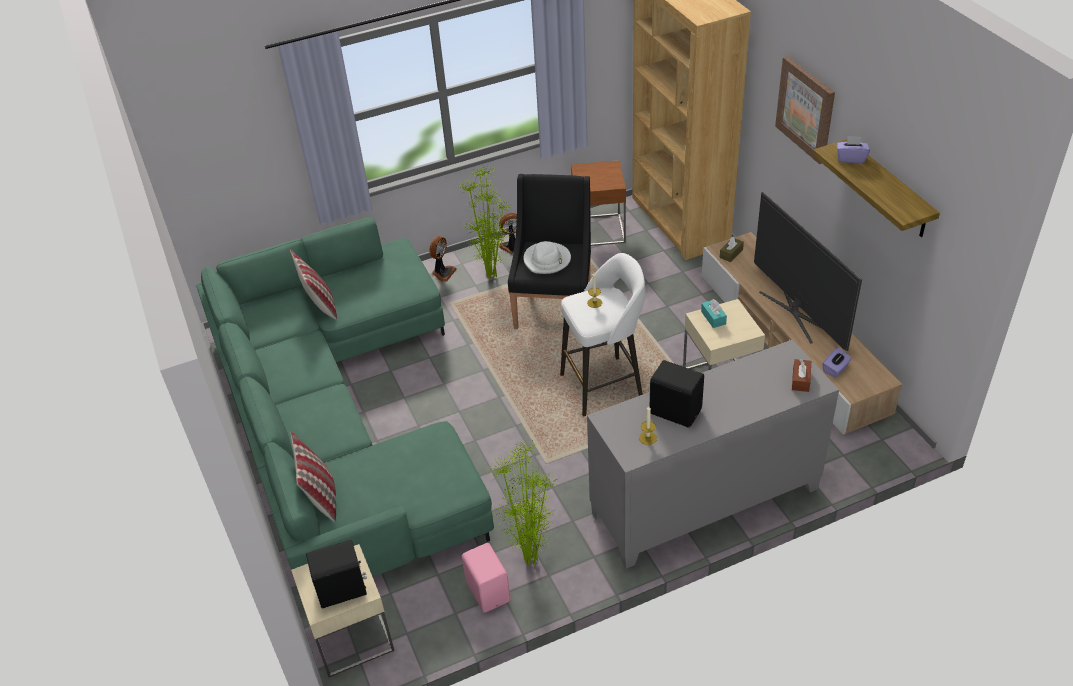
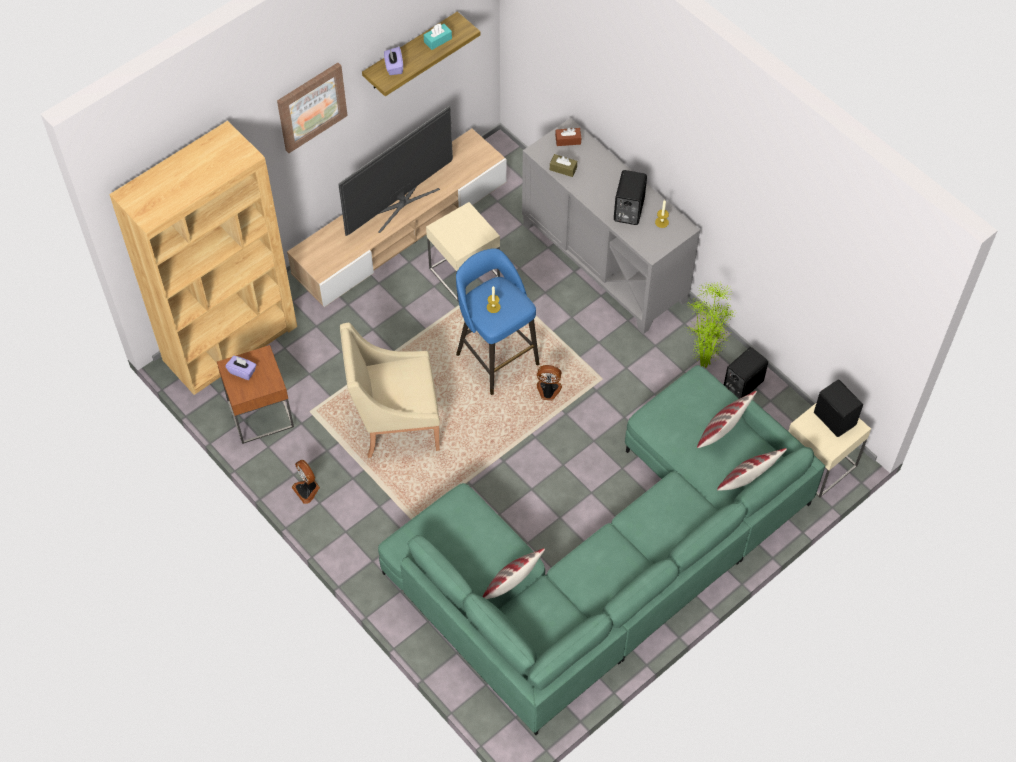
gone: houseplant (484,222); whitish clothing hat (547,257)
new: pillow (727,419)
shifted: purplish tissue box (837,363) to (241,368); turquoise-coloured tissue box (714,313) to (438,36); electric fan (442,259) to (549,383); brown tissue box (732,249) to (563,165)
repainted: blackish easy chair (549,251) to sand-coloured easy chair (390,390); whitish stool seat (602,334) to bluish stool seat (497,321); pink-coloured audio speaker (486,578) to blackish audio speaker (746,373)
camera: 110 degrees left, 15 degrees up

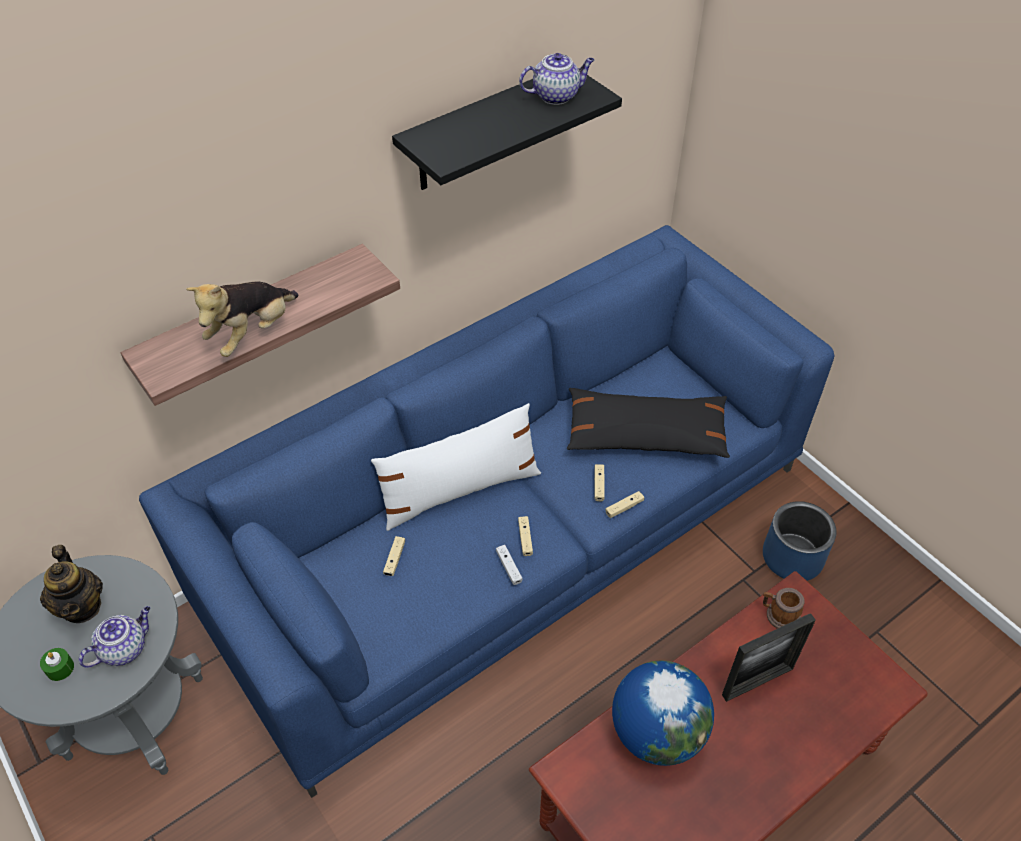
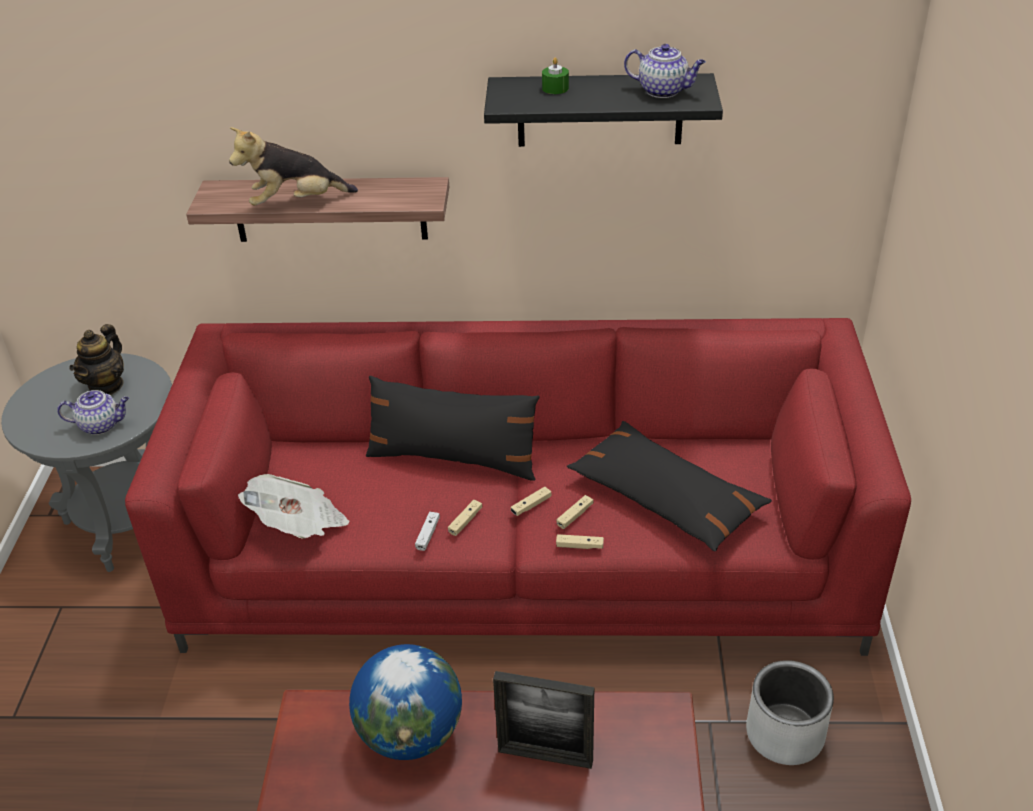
gone: coffee mug (784,608)
new: daily paper (293,506)
shifted: sand-coloured joypad (394,556) to (531,501); greenish candle (57,664) to (555,76)
repainted: bluish sofa (487,511) to red sofa (518,487); whitish pillow (456,467) to blackish pillow (453,428); bluish plant pot (800,541) to gray plant pot (790,712)
camera: 40 degrees right, 10 degrees down

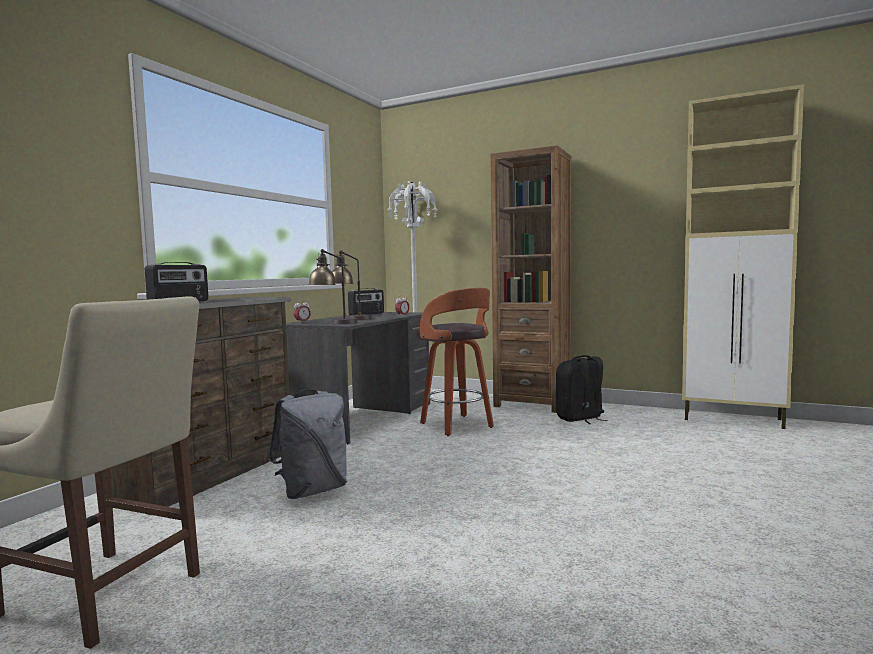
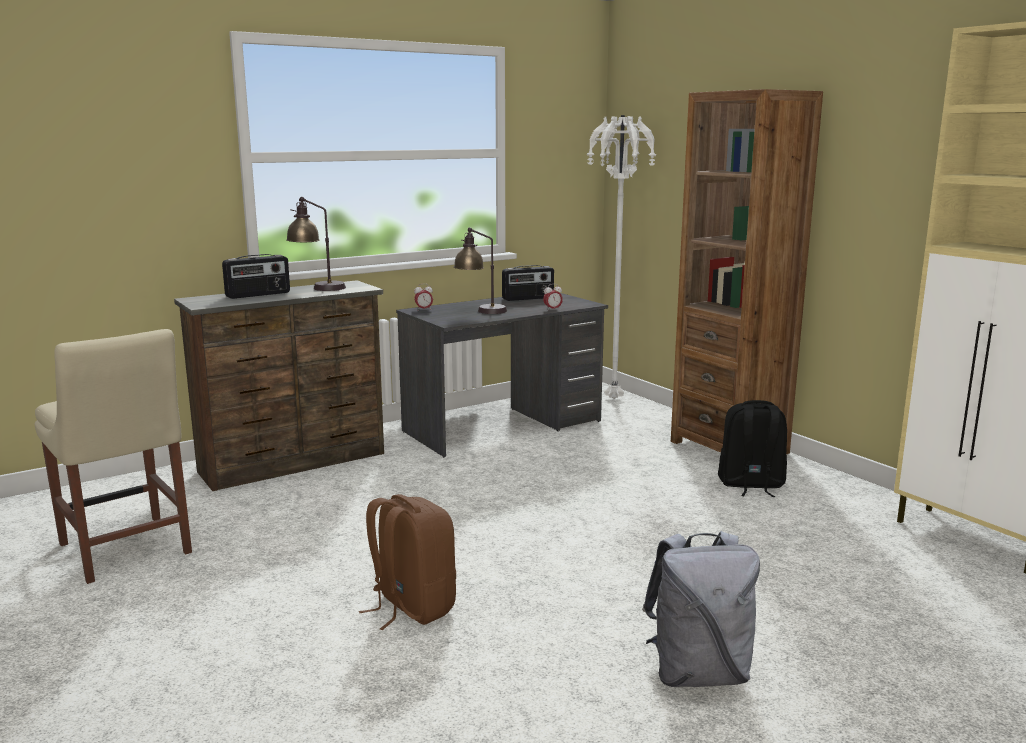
gone: stool seat (455,362)
new: brown knapsack (407,562)
shifted: table lamp (333,286) to (316,244); gray knapsack (307,444) to (701,609)
camera: 30 degrees right, 10 degrees up

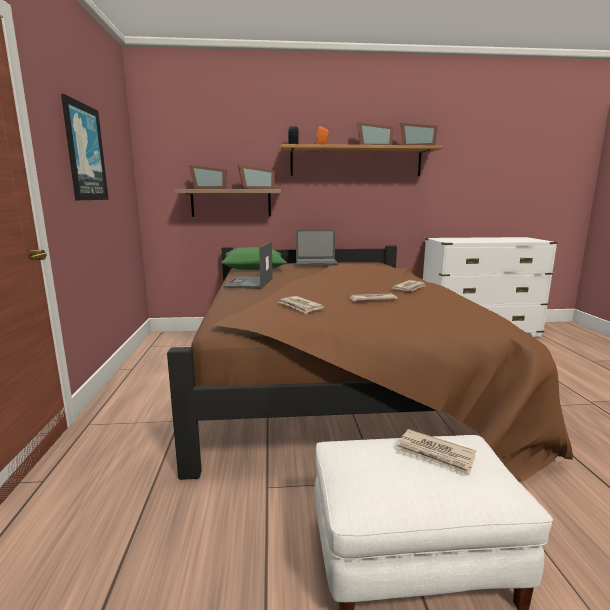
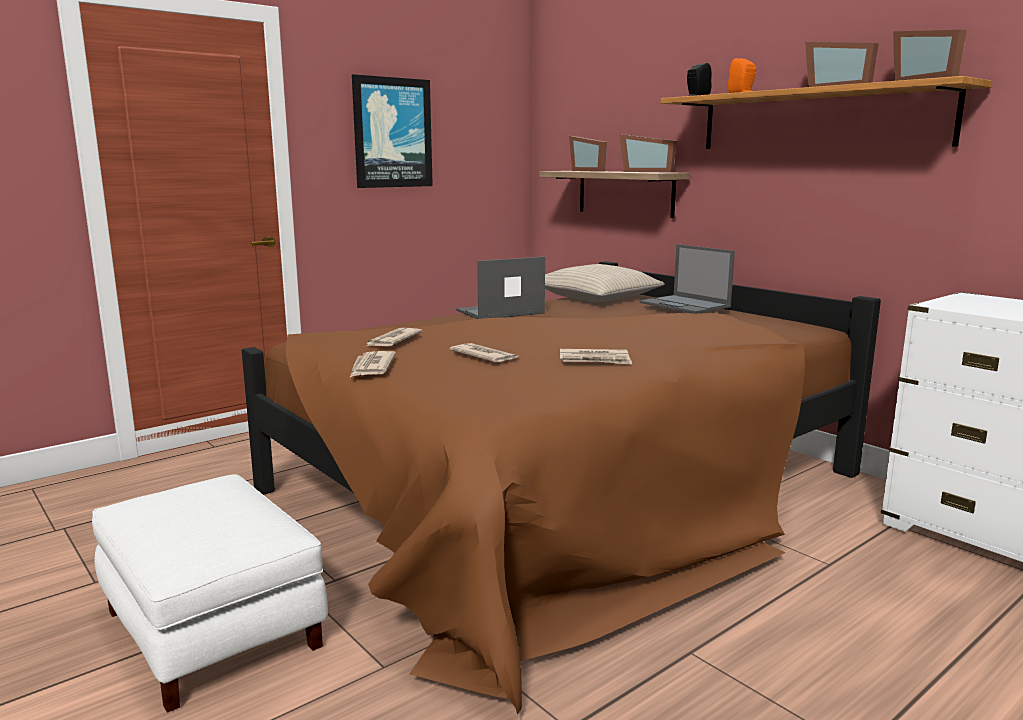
shifted: daily paper (436,452) to (373,364)
repainted: greenish pillow (254,258) to sand-coloured pillow (605,283)
camera: 55 degrees right, 0 degrees up

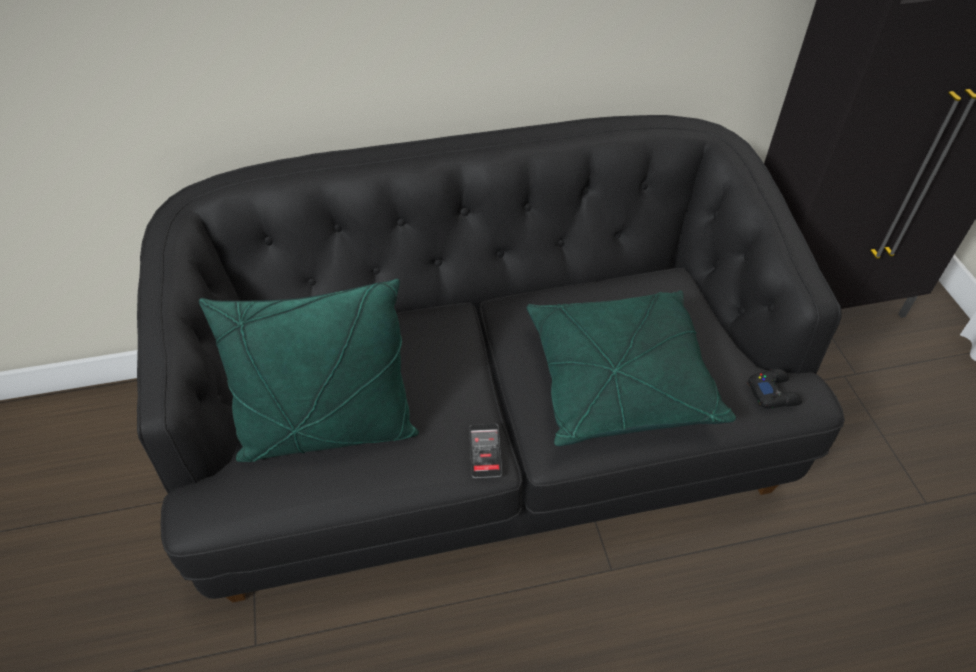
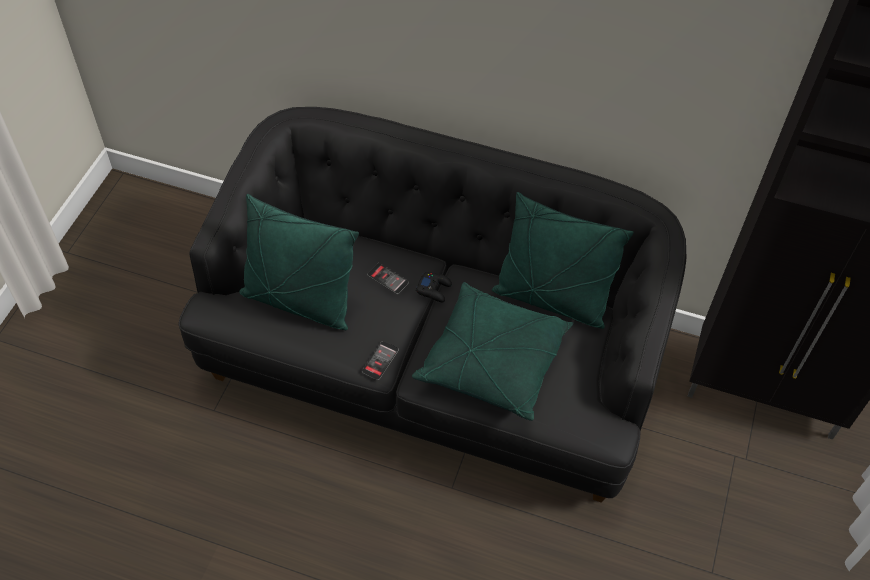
new: handset (388,278); greenish pillow (563,260)
shifted: blackish joypad (774,389) to (434,287)
camera: 30 degrees right, 5 degrees up

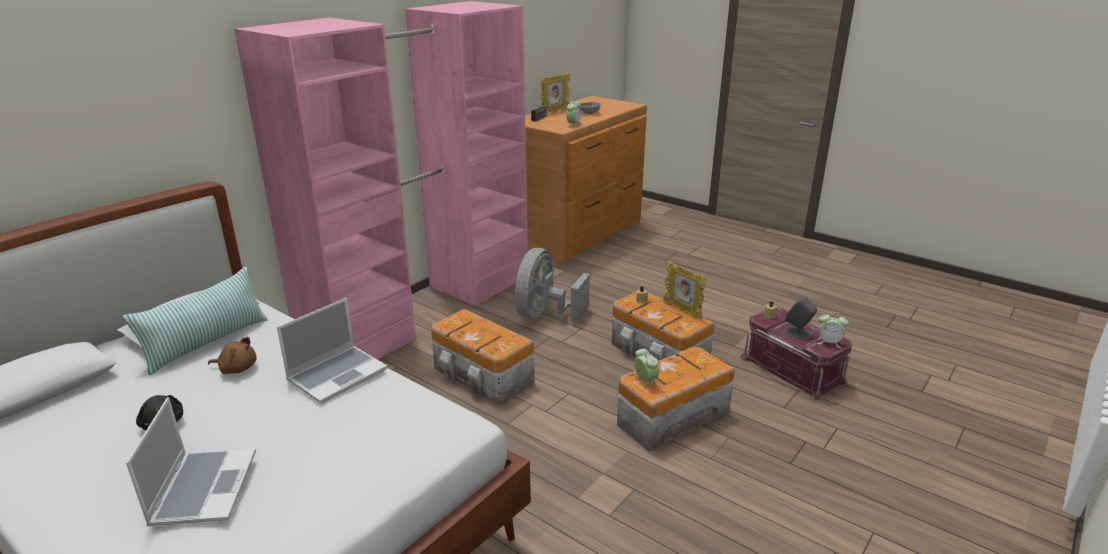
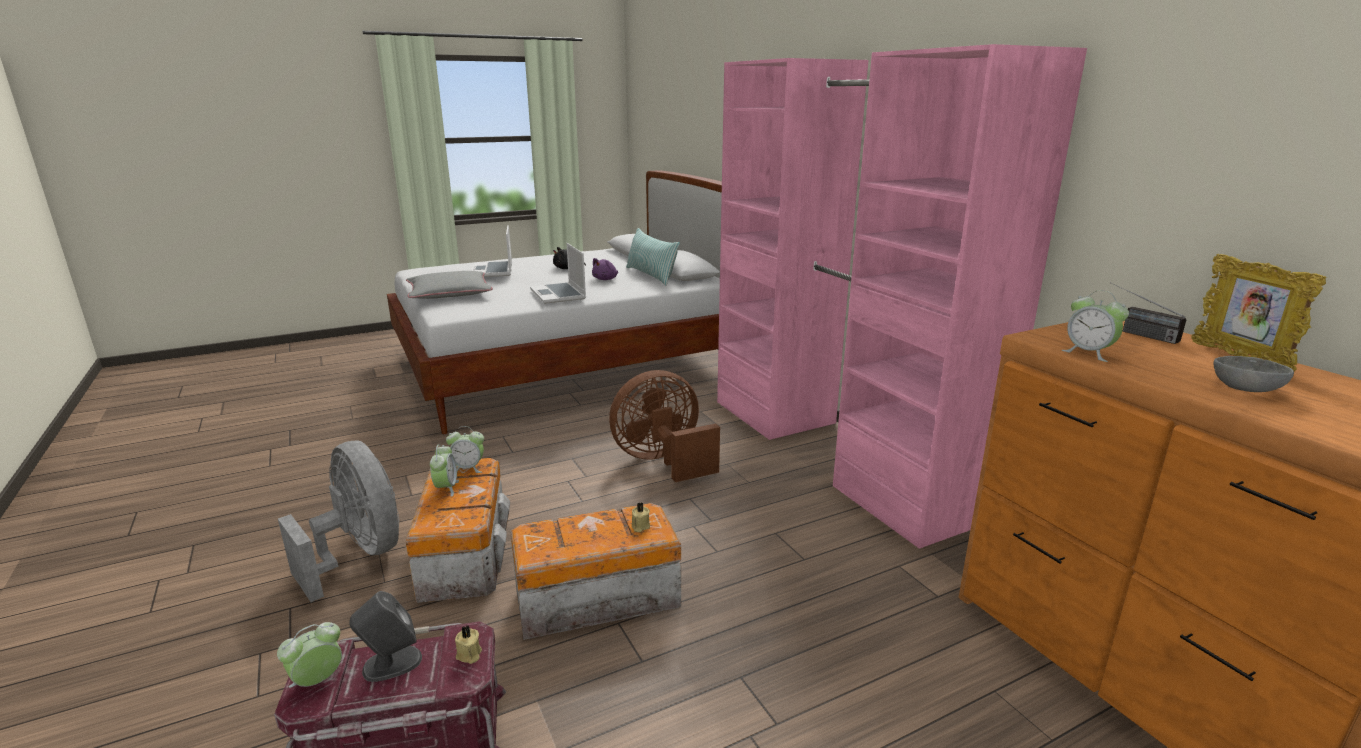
gone: photo frame (684,290)
new: gray pillow (449,285); alarm clock (444,470)
shifted: gray electric fan (552,285) to (338,521)
swapped: storage box (483,356) to brown electric fan (664,426)
repainted: brown cuddly toy (232,355) to purplish cuddly toy (605,269)
rotated: notebook computer (191,461) = (492,251) 60 degrees clockwise
camera: 115 degrees right, 5 degrees down

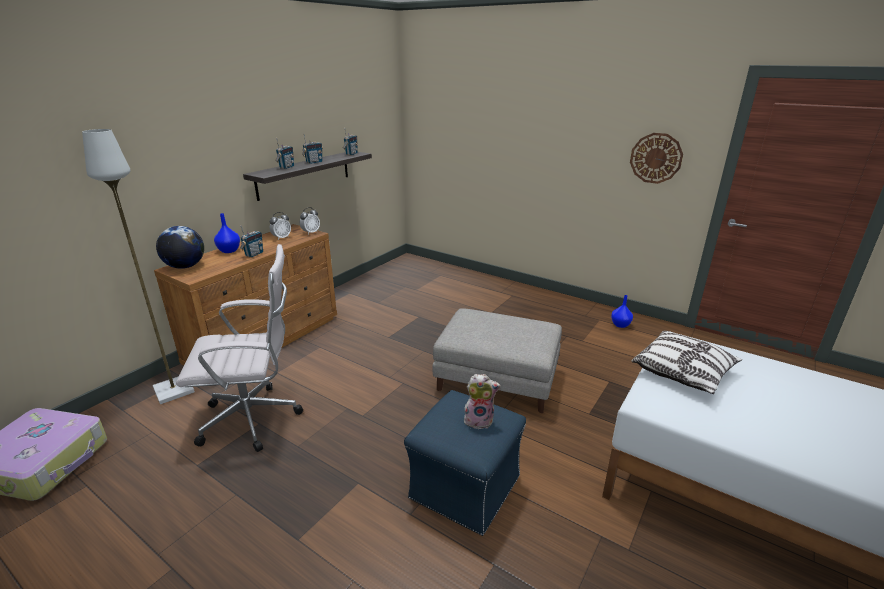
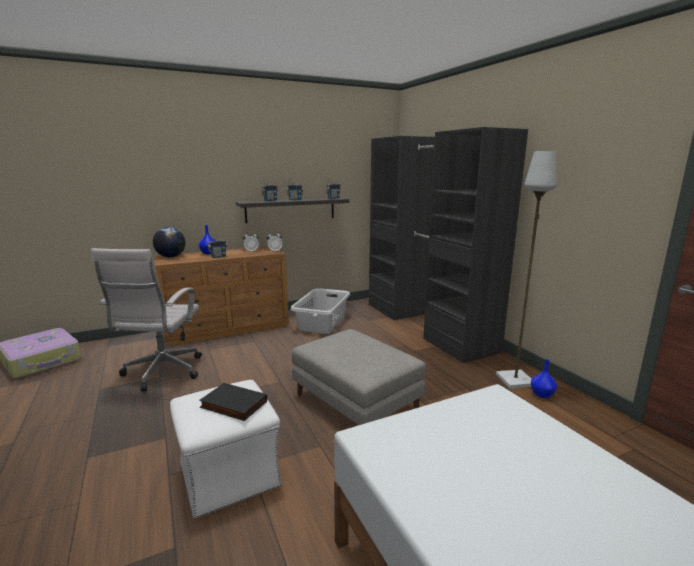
gone: wall clock (656,158); pillow (687,362)
new: gray hamper (320,311); blackish wardrobe (448,245)
shifted: gray standing lamp (138,266) to (527,270)
swapped: cuddly toy (482,401) to blackish volume (233,402)
repainted: bluish pouffe (465,463) to whitish pouffe (226,449)
rotated: whitish office chair (239,348) = (146,320) 75 degrees clockwise
camera: 30 degrees right, 10 degrees down

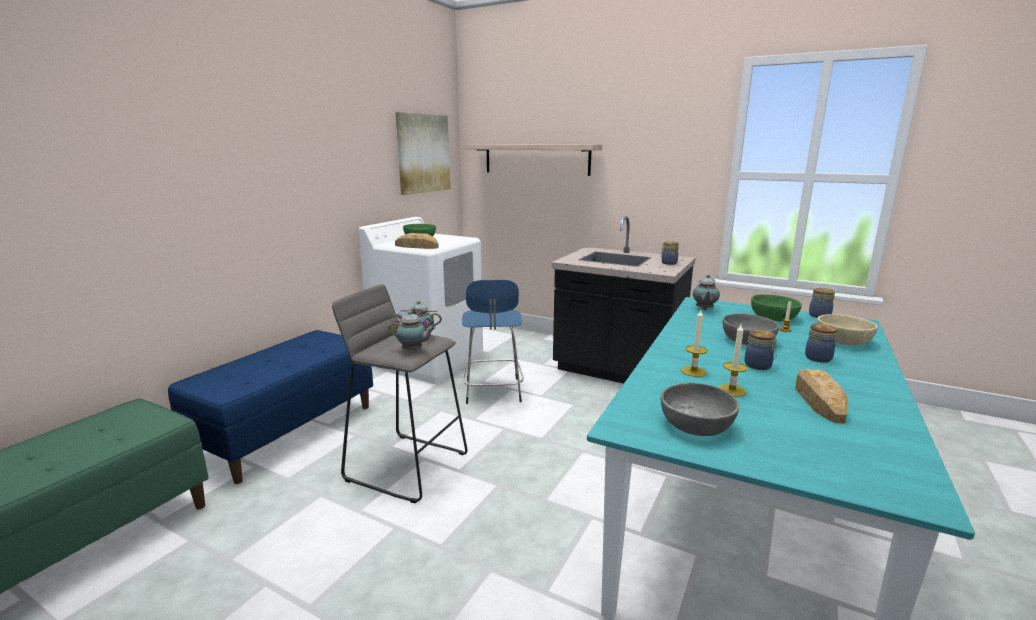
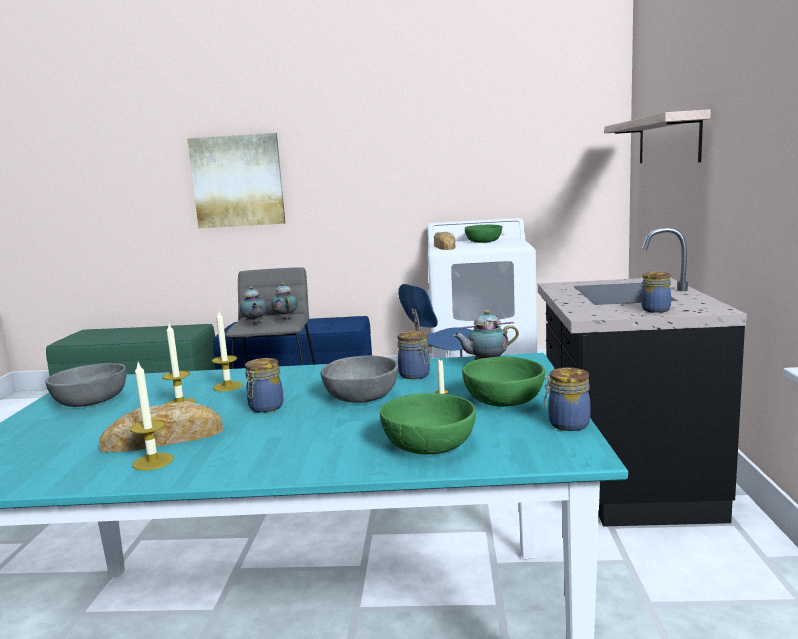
new: candle (151,417)
shifted: wall picture (423,153) to (236,180); preserve jar (821,343) to (414,355)
repainted: sand-coloured bowl (847,330) to greenish bowl (428,423)
camera: 65 degrees right, 5 degrees down

